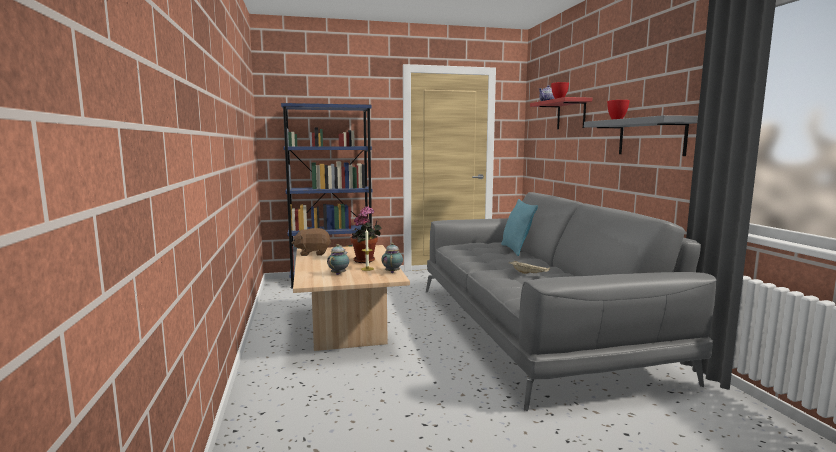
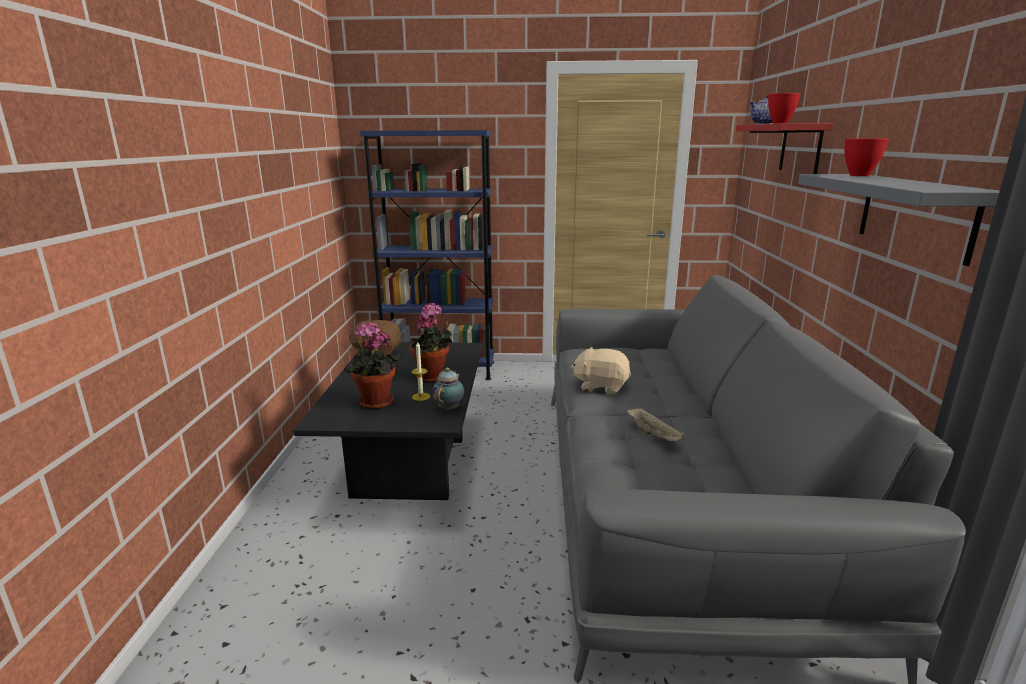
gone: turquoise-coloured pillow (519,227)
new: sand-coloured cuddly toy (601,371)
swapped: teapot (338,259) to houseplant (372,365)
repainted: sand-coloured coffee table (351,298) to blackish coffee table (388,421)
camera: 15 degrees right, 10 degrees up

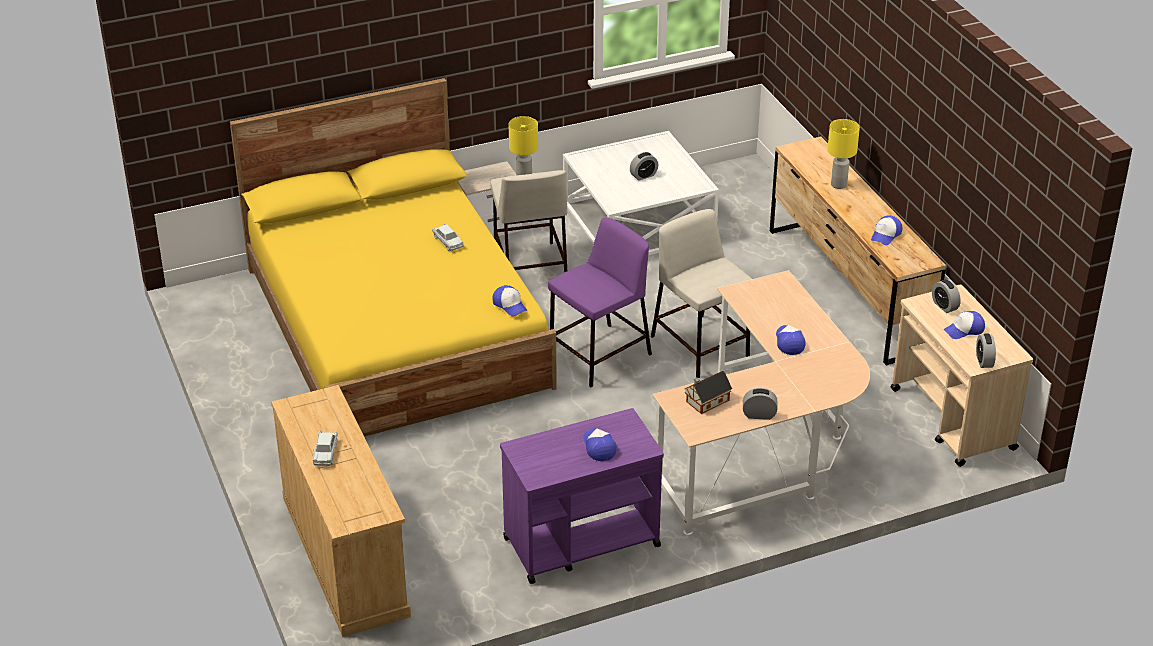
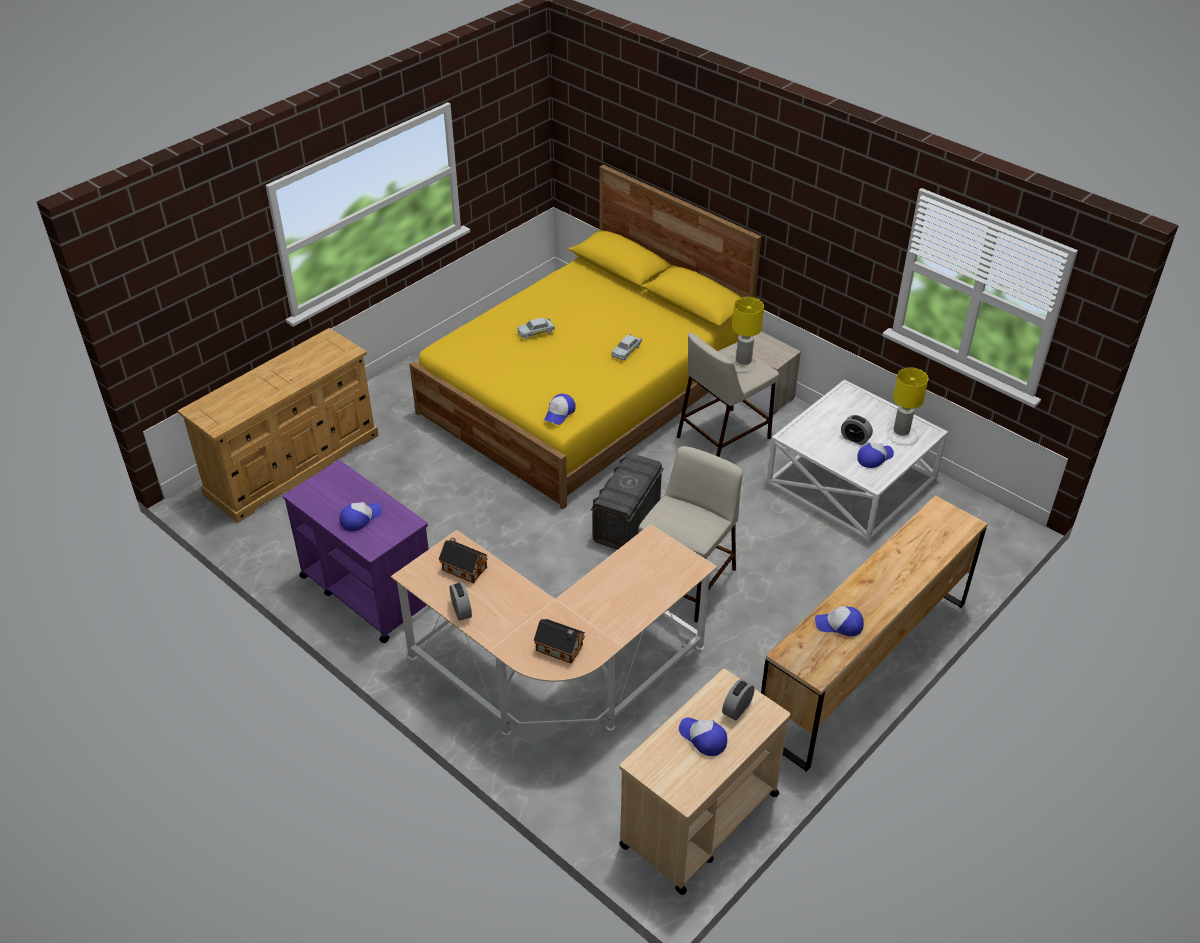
gone: alarm clock (986,350)
new: model house (559,641)
shifted: whitish model car (325,448) to (536,328); baseball cap (791,340) to (875,455); yellowish table lamp (843,154) to (910,401)
swapped: purplish stool seat (600,302) to gray storage box (627,501)
camera: 65 degrees right, 5 degrees up

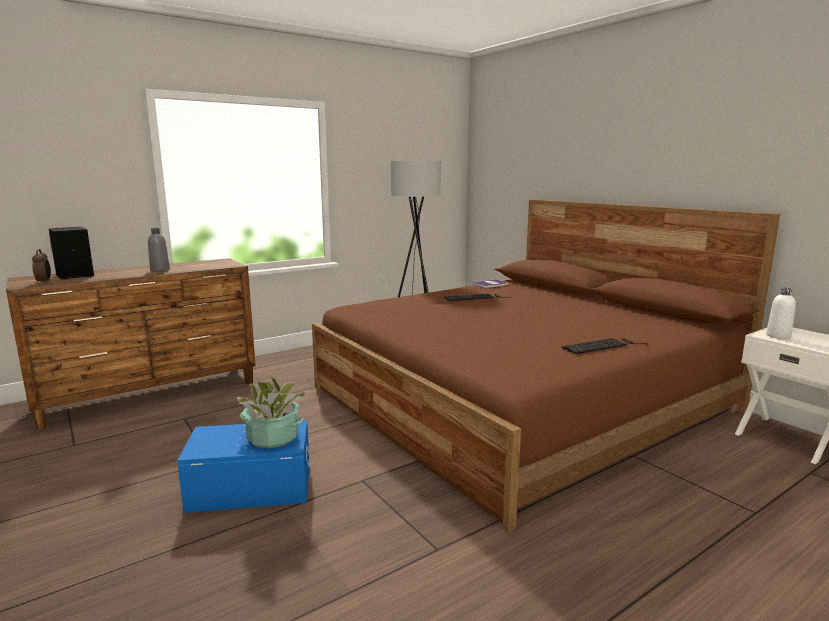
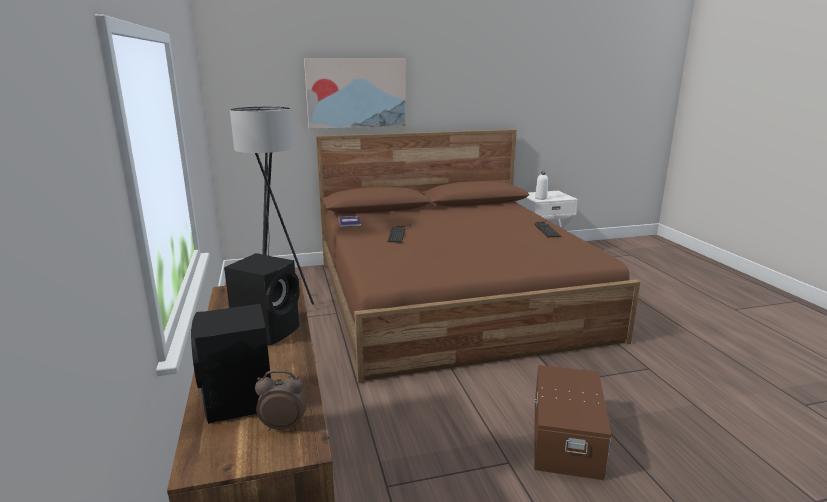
gone: houseplant (272,412)
new: wall picture (355,94)
swapped: gray beverage bottle (159,250) to blackish audio speaker (262,299)
repainted: bluish storage box (243,466) to brown storage box (572,422)
camera: 70 degrees left, 5 degrees up

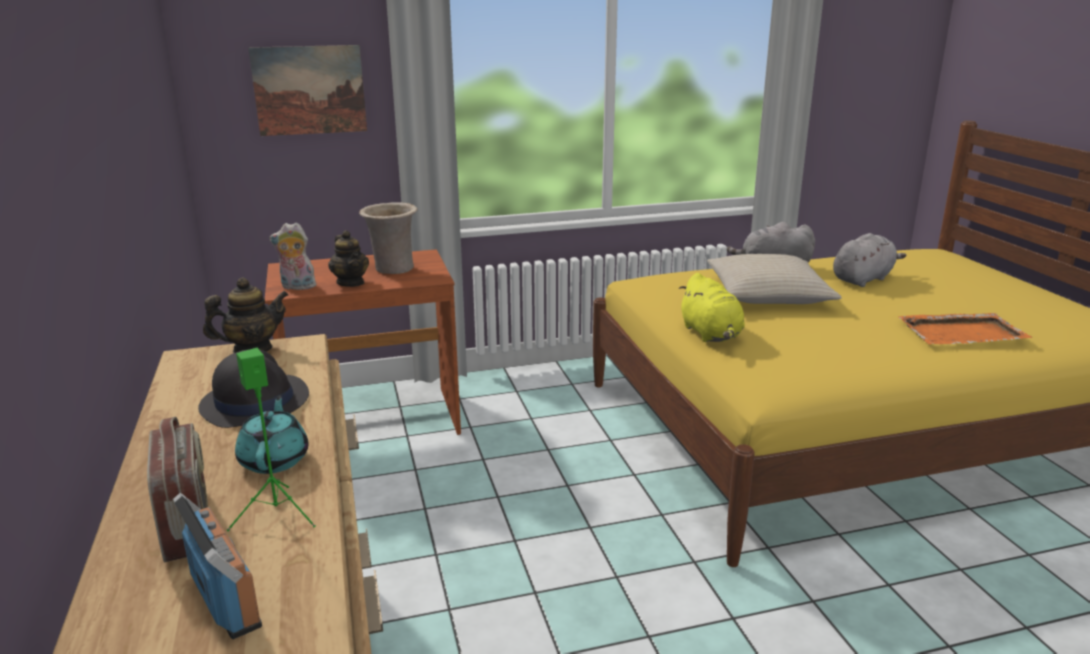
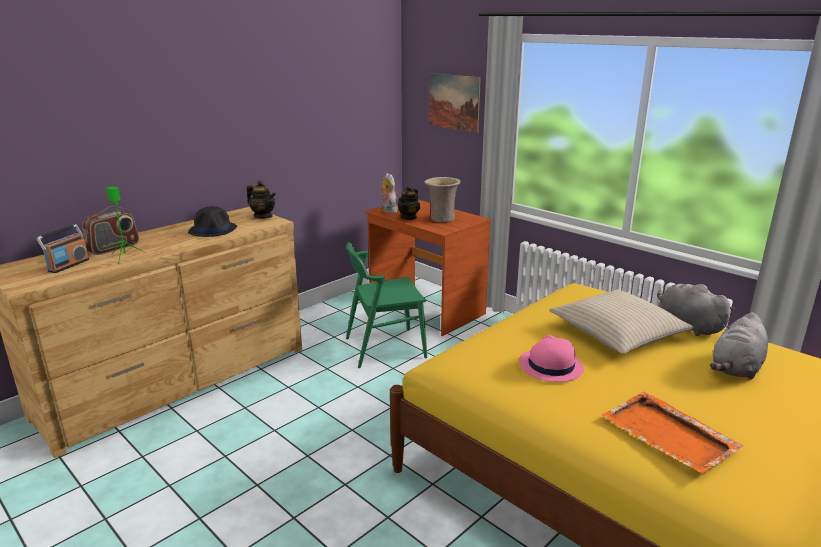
gone: turquoise-coloured teapot (272,435); yellowish cuddly toy (712,307)
new: greenish chair (386,305); pink-coloured clothing hat (551,358)
rotated: gray cuddly toy (869,260) = (739,346) 105 degrees clockwise
camera: 60 degrees right, 0 degrees up

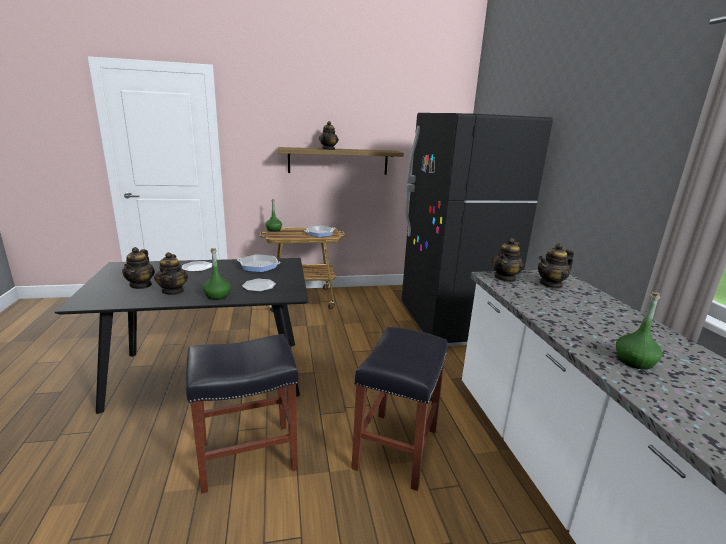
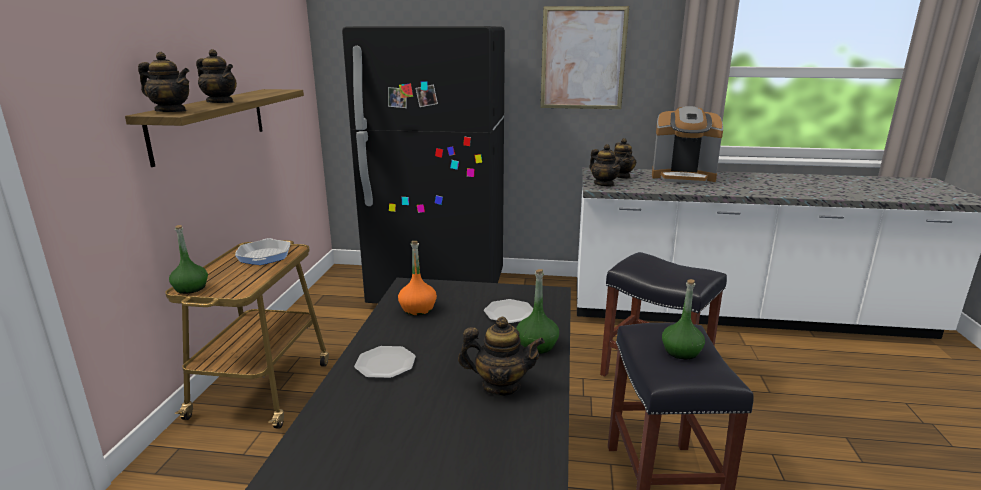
new: wall picture (584,57); coffee maker (687,145)
shifted: teapot (138,268) to (163,82); greenish beverage bottle (639,331) to (683,319)
swapped: pan (259,263) to orange beverage bottle (417,278)
camera: 70 degrees left, 0 degrees up

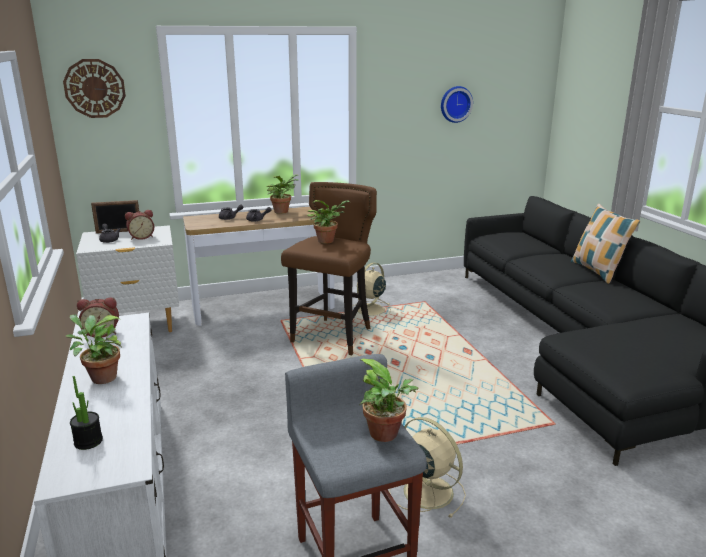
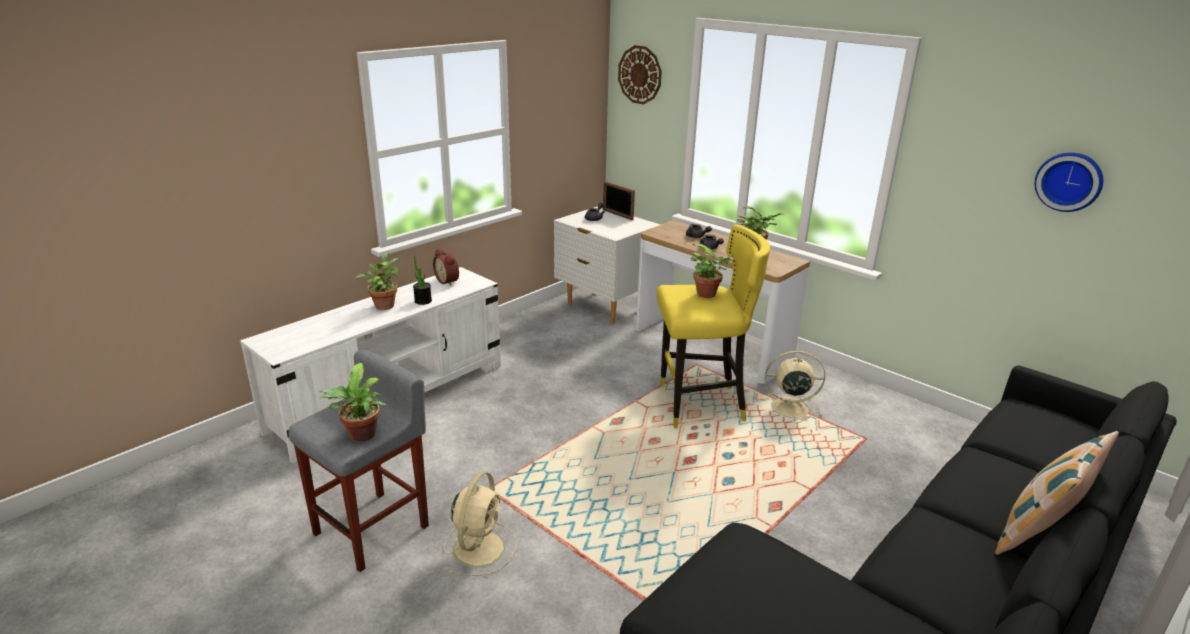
gone: alarm clock (139,225)
shifted: houseplant (86,413) to (422,280)
repainted: brown stool seat (329,268) to yellowish stool seat (713,326)
camera: 60 degrees right, 5 degrees up

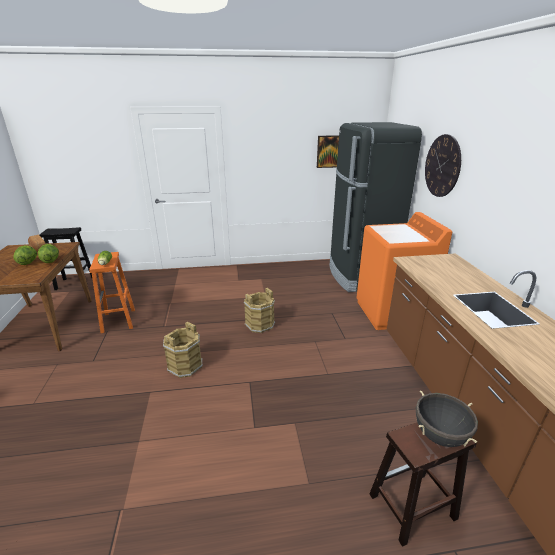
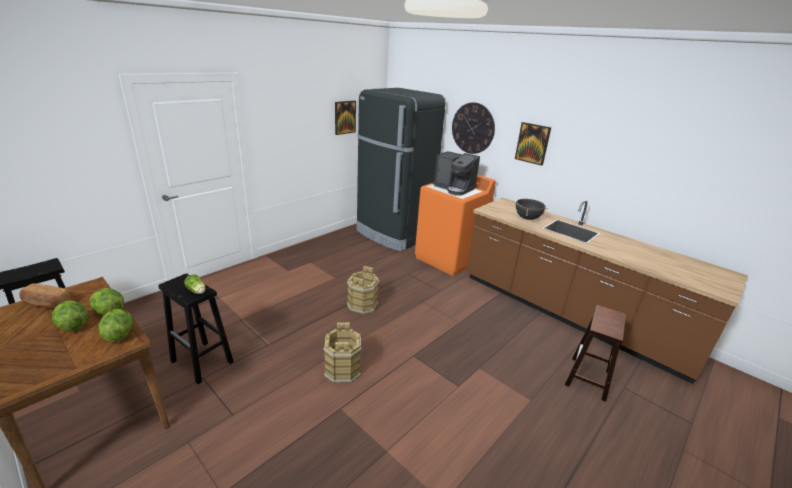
new: lettuce (115,325); coffee maker (456,173); wall picture (533,144)
shifted: blackish saucepot (447,419) to (531,209)
repainted: orange stool seat (112,292) to blackish stool seat (196,328)
camera: 40 degrees left, 0 degrees up

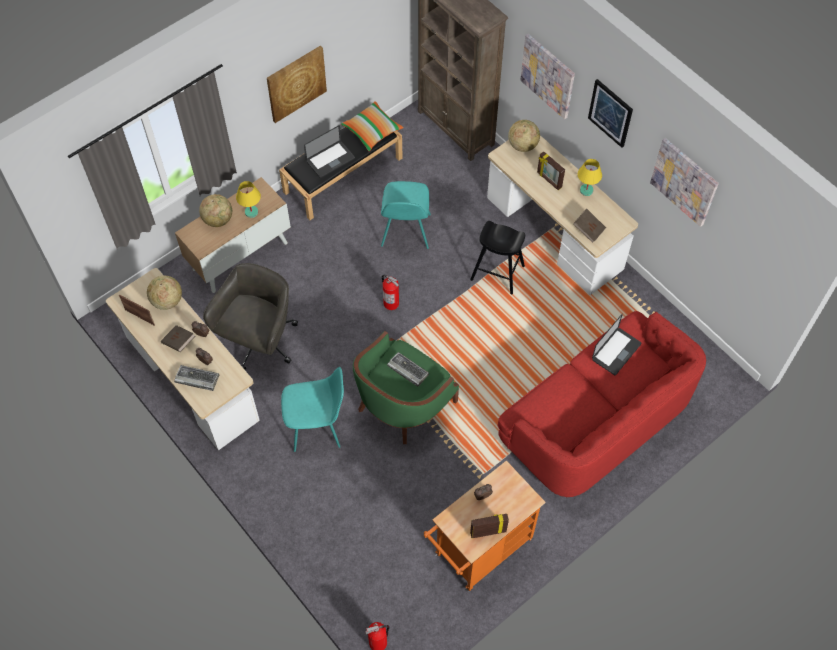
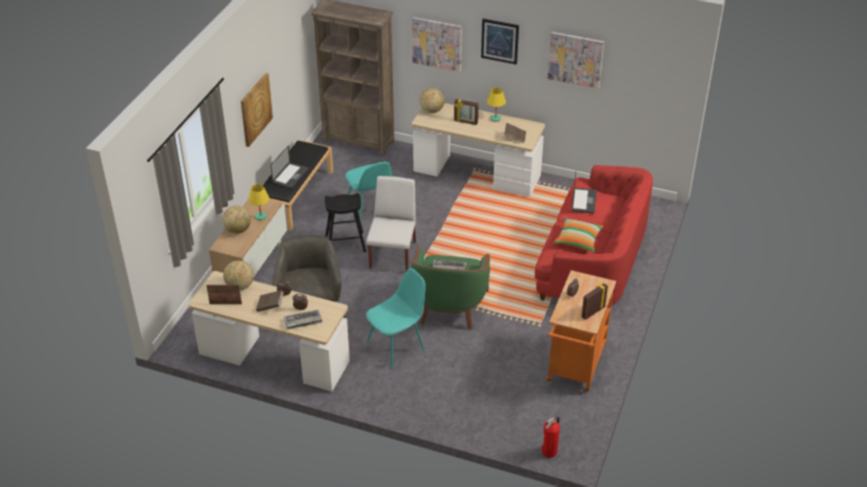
shifted: blackish stool seat (497,258) to (345,222); pillow (372,126) to (579,234)
swapped: extinguisher (390,292) to whitish chair (391,223)
camera: 30 degrees left, 20 degrees down

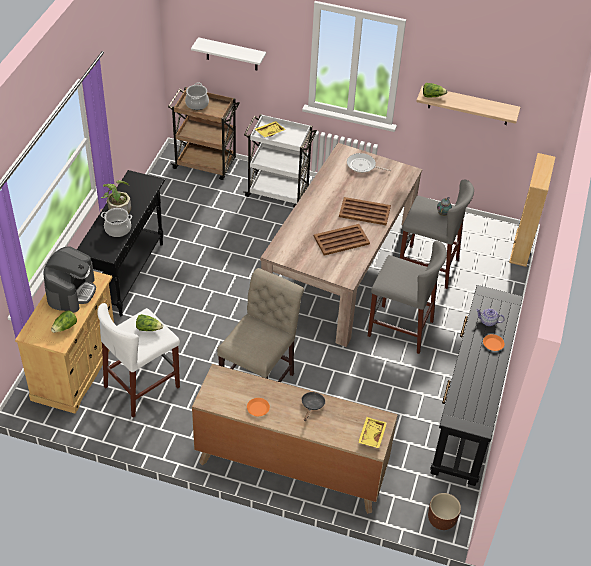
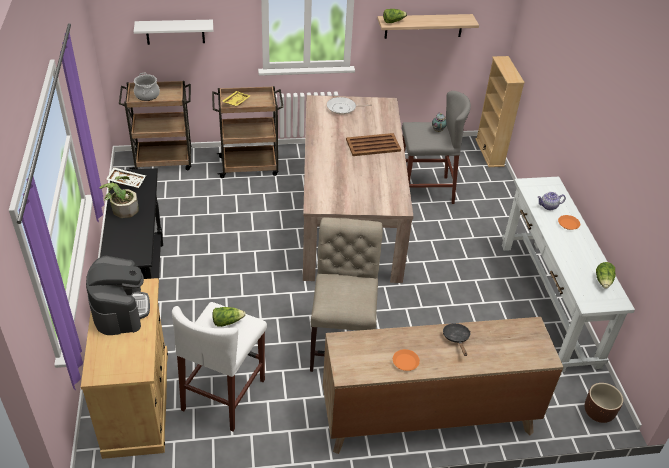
gone: saucepot (116,222); brown serving tray (342,240); yellowish serving tray (372,432); gray stool seat (407,297)
new: whitish serving tray (126,177)
shifted: lettuce (64,322) to (605,275)
repainted: whitish wheeled cart (280,160) to brown wheeled cart (247,132); blackish narrow table (476,385) to whitish narrow table (568,274)
camera: 25 degrees left, 5 degrees down

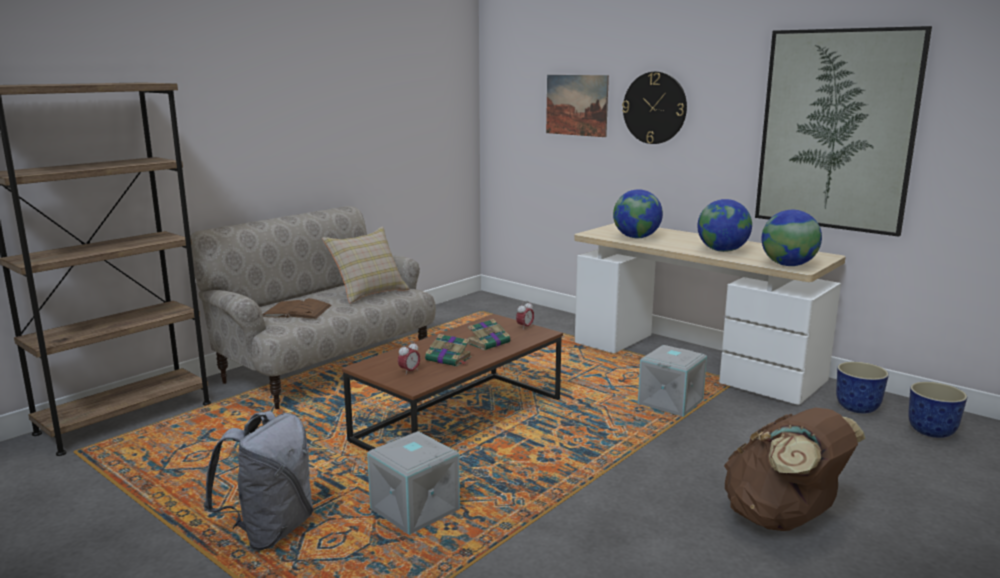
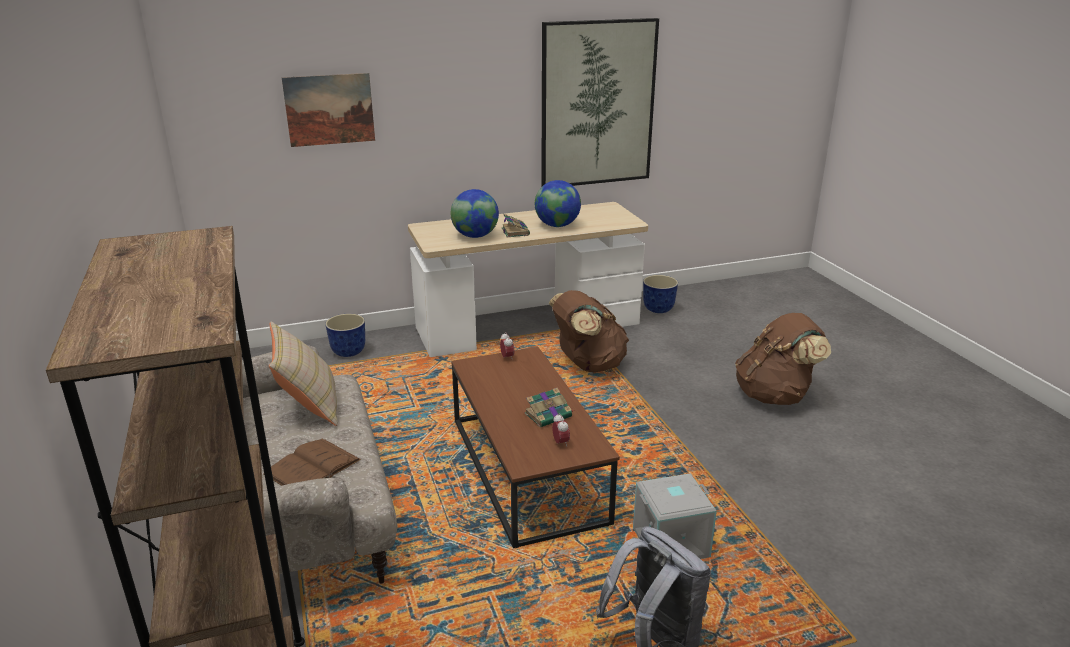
gone: wall clock (654,108); world globe (791,238)
shifted: plant pot (937,410) to (345,335); volume (489,334) to (515,225)
swapped: gray storage box (672,381) to brown knapsack (589,331)
camera: 60 degrees left, 10 degrees up

